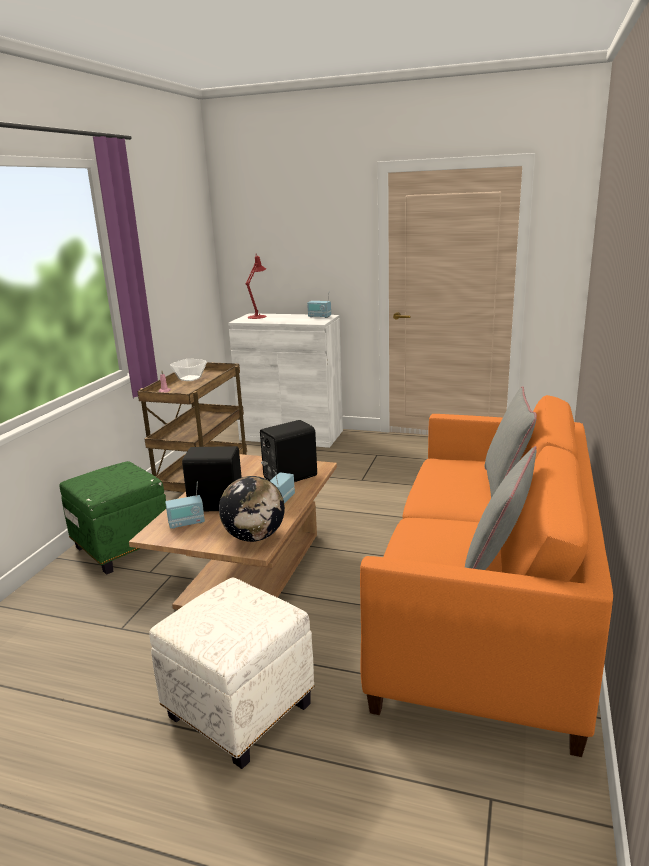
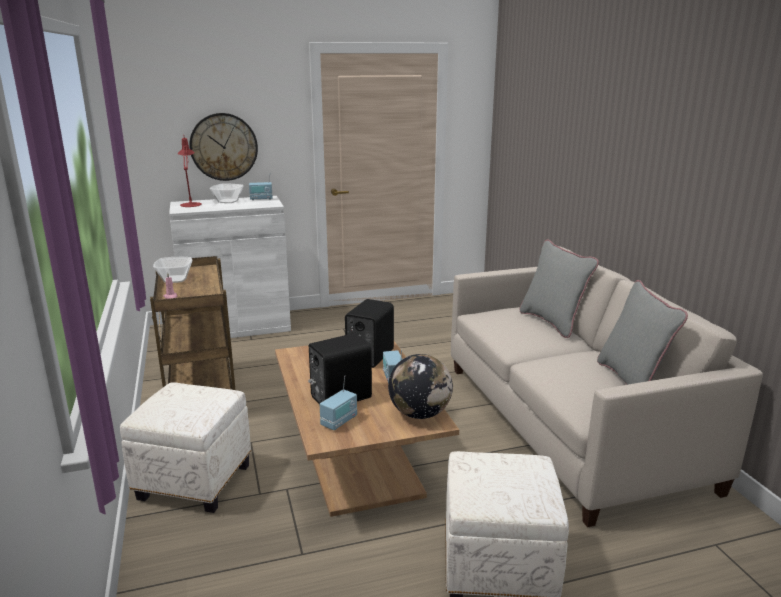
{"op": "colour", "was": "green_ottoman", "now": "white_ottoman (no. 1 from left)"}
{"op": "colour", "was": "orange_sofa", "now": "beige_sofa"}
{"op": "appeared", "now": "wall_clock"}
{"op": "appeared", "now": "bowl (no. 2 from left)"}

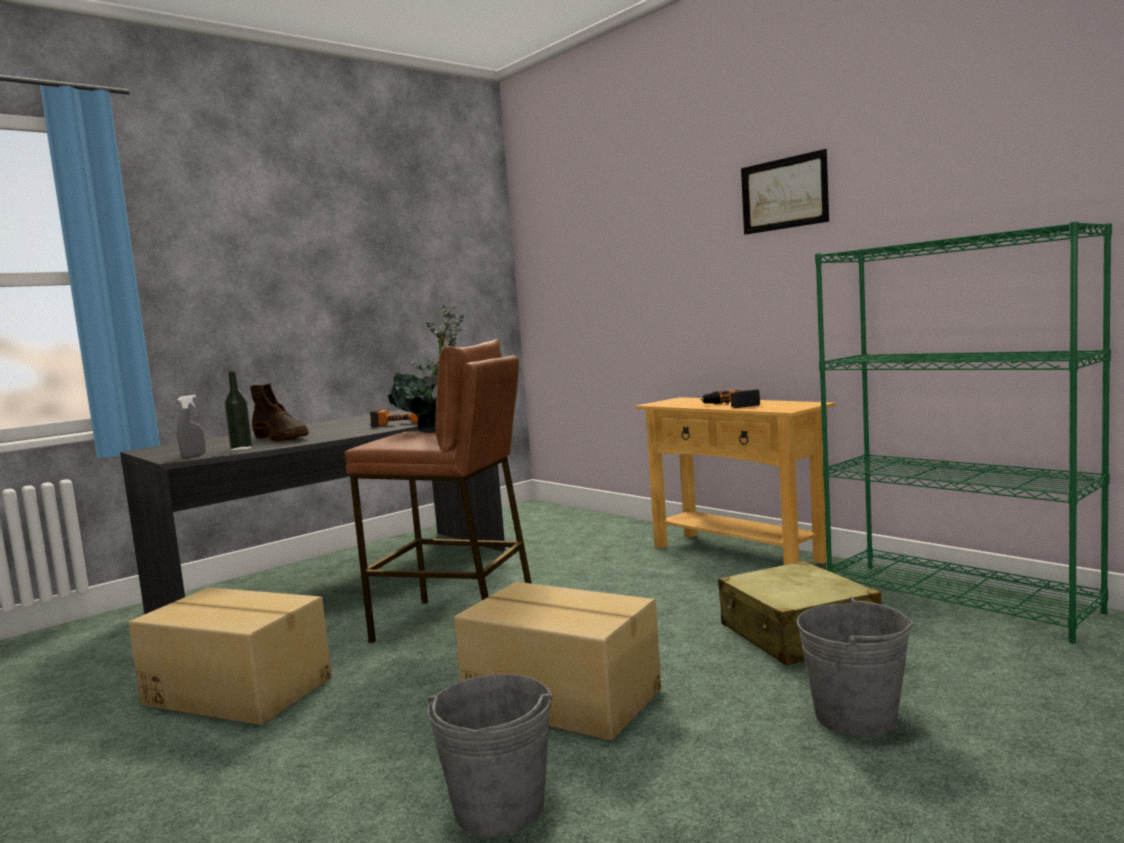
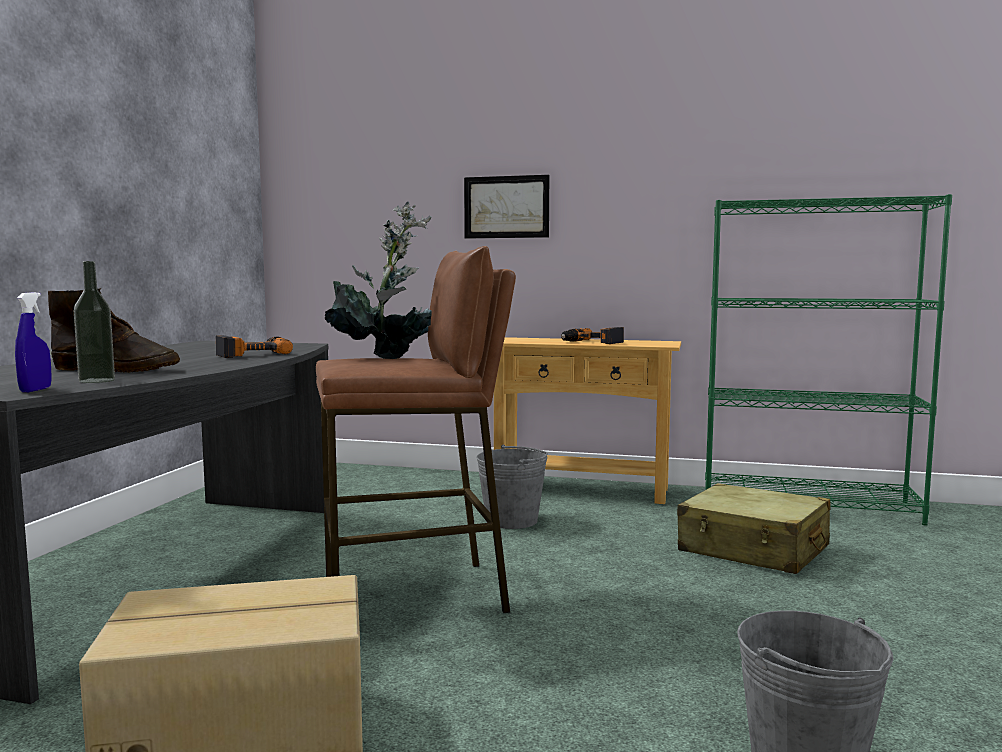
{"op": "colour", "was": "grey_spray_bottle", "now": "blue_spray_bottle"}
{"op": "missing", "was": "cardboard_box (no. 2 from left)"}
{"op": "relocated", "was": "picture"}
{"op": "relocated", "was": "grey_bucket (no. 2 from left in the first image)", "now": "grey_bucket (no. 1 from left)"}

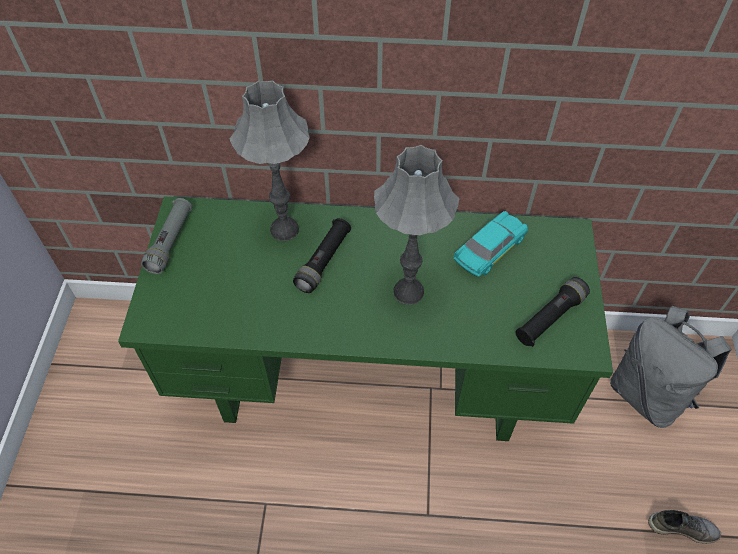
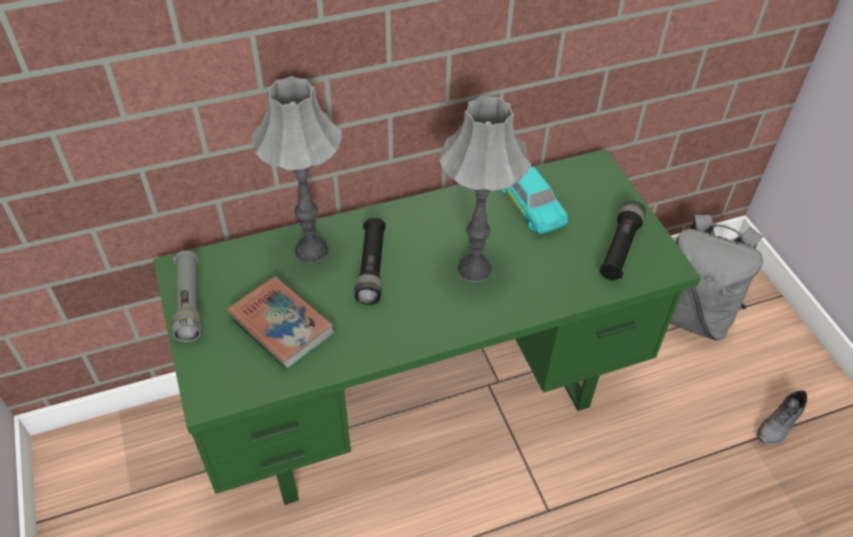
{"op": "spun", "was": "turquoise_toy_car", "clockwise": 135}
{"op": "spun", "was": "grey_shoe", "clockwise": 150}
{"op": "appeared", "now": "book"}

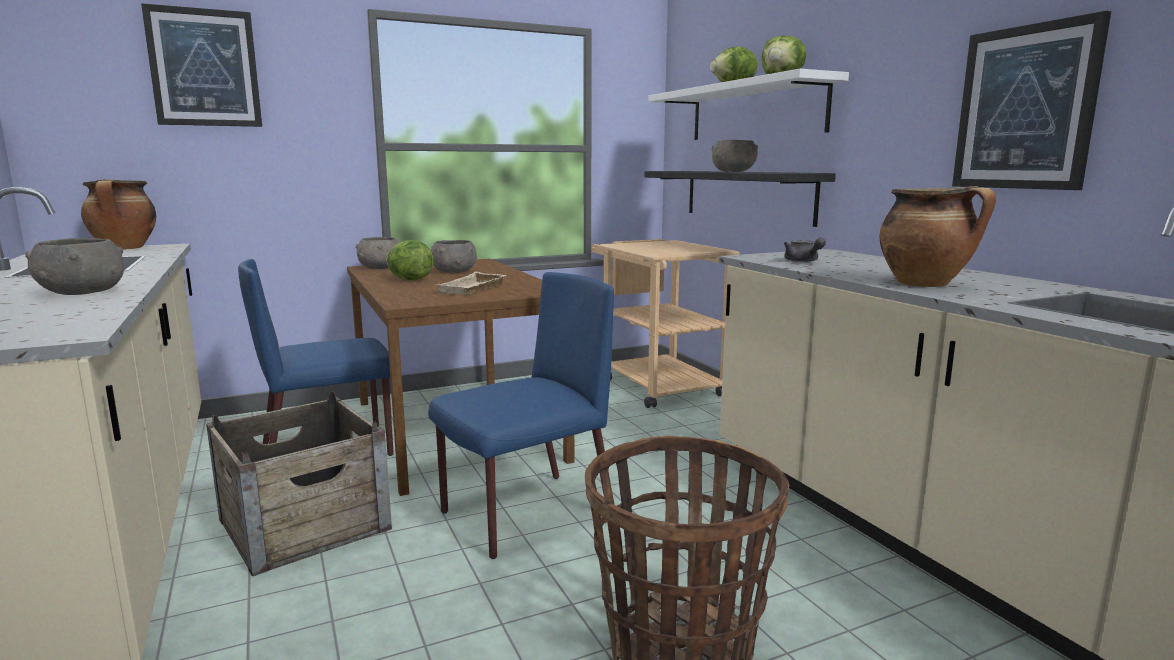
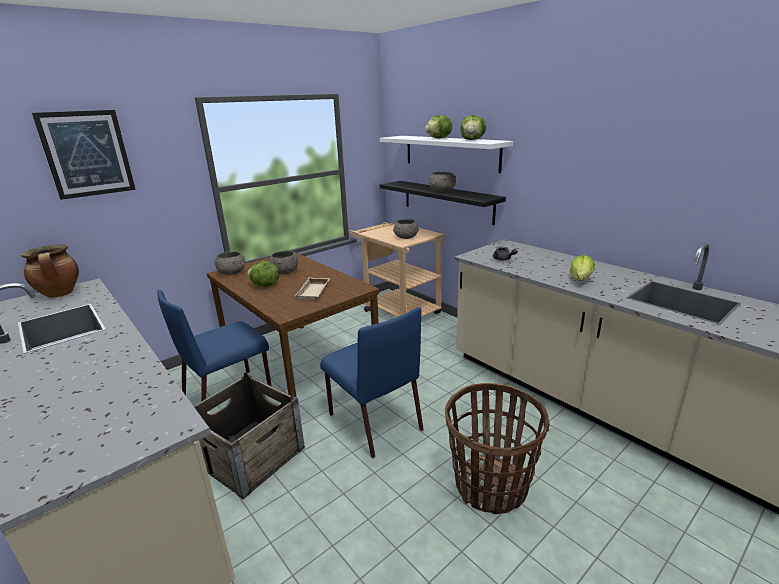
{"op": "relocated", "was": "grey_bowl (no. 1 from left in the first image)", "now": "grey_bowl (no. 3 from left)"}
{"op": "spun", "was": "blue_chair (no. 2 from left)", "clockwise": 105}
{"op": "exchanged", "was": "cooking_pot (no. 2 from left)", "now": "lettuce (no. 4 from left)"}
{"op": "missing", "was": "picture (no. 2 from left)"}

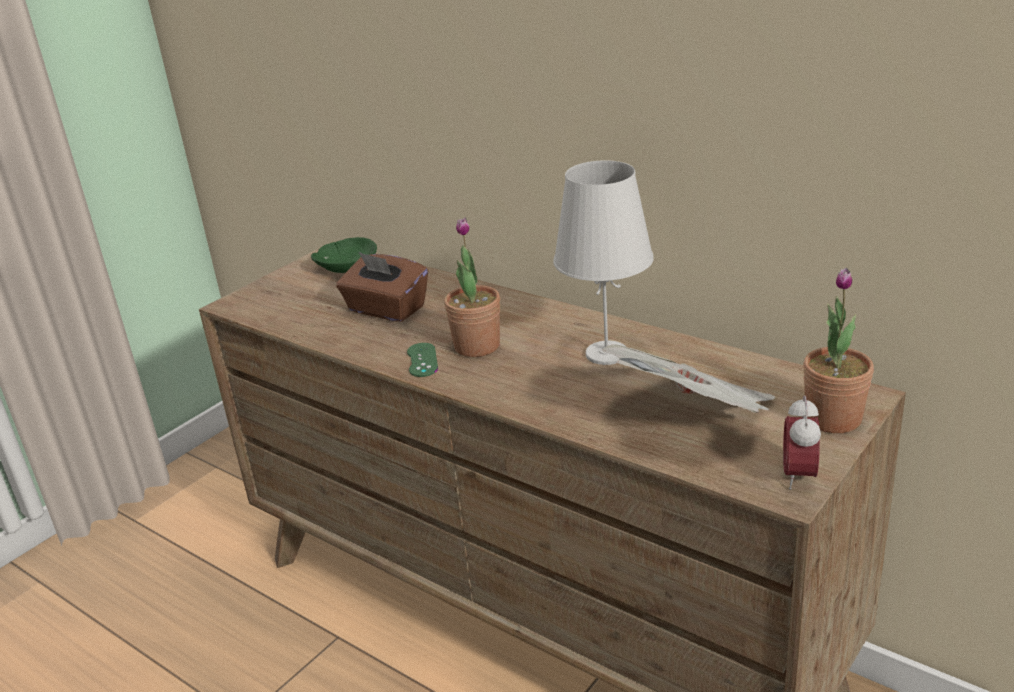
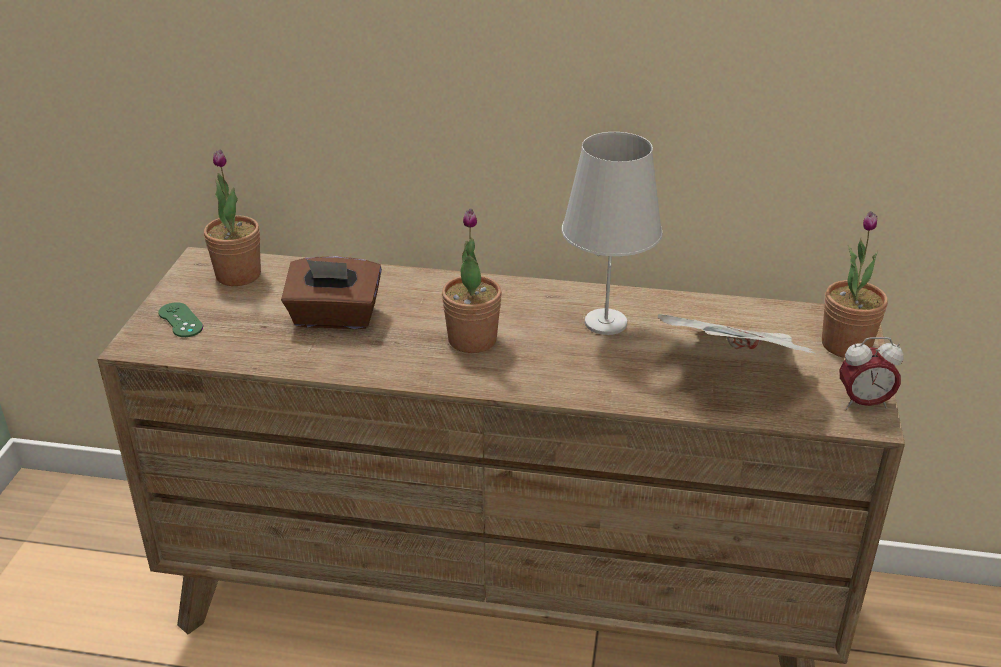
{"op": "exchanged", "was": "green_bowl", "now": "potted_plant (no. 1 from left)"}
{"op": "relocated", "was": "green_game_controller"}
{"op": "spun", "was": "alarm_clock", "clockwise": -75}

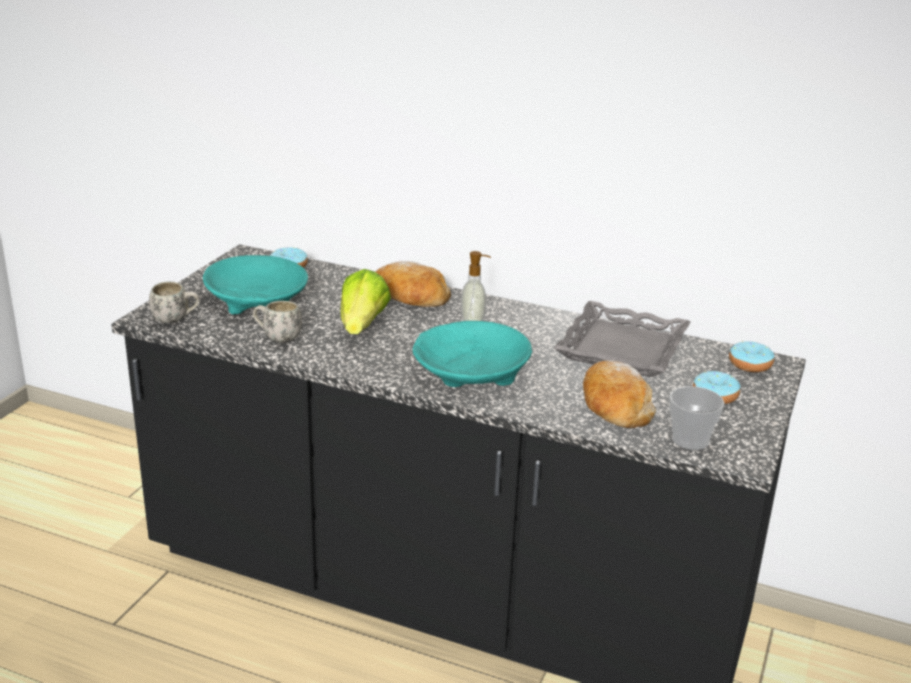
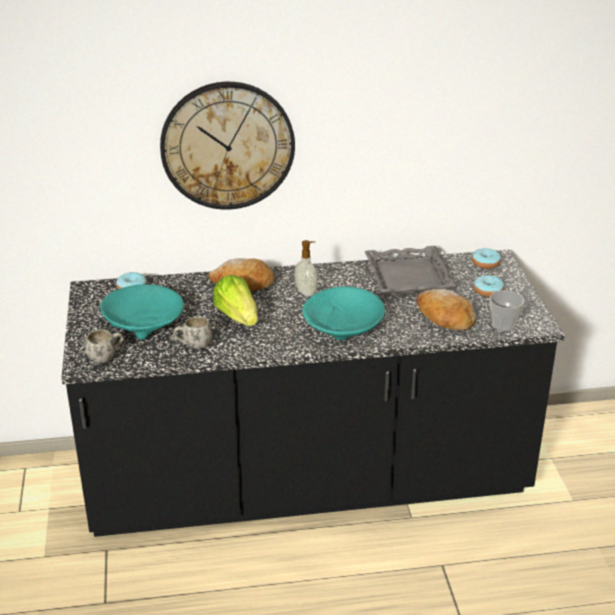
{"op": "appeared", "now": "wall_clock"}

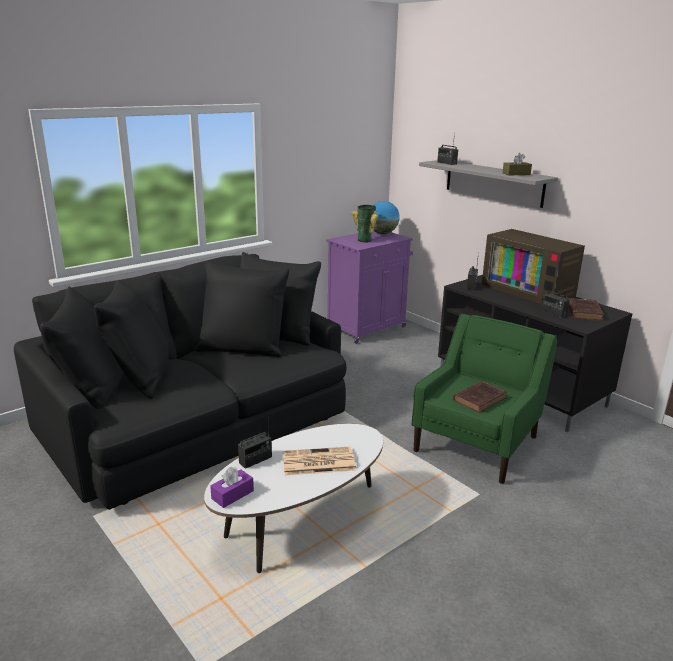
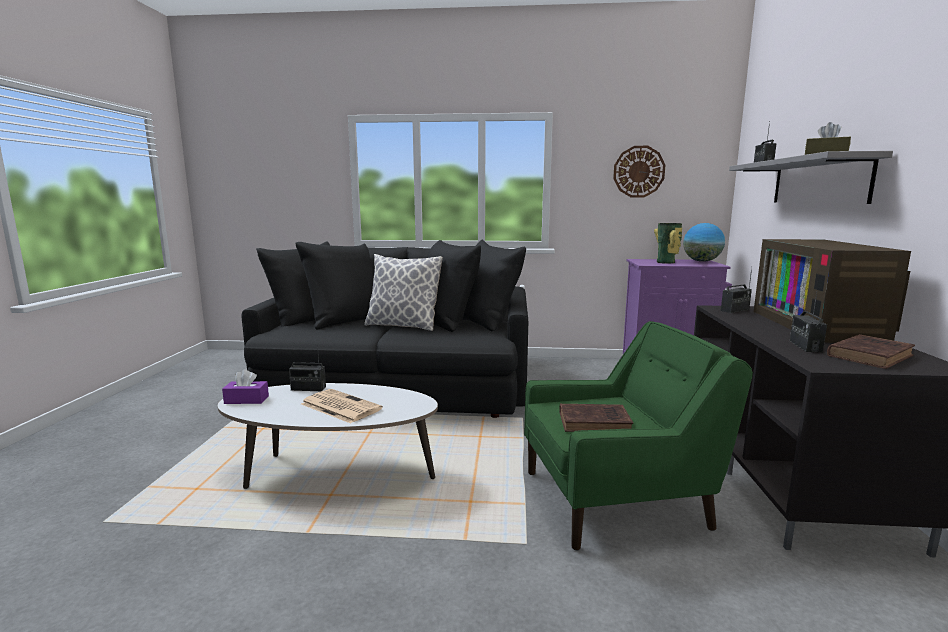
{"op": "appeared", "now": "pillow"}
{"op": "appeared", "now": "wall_clock"}

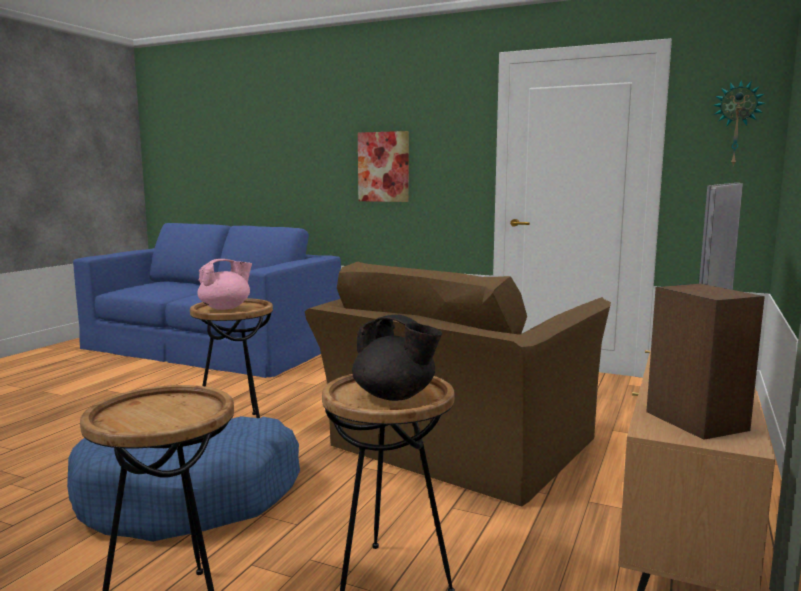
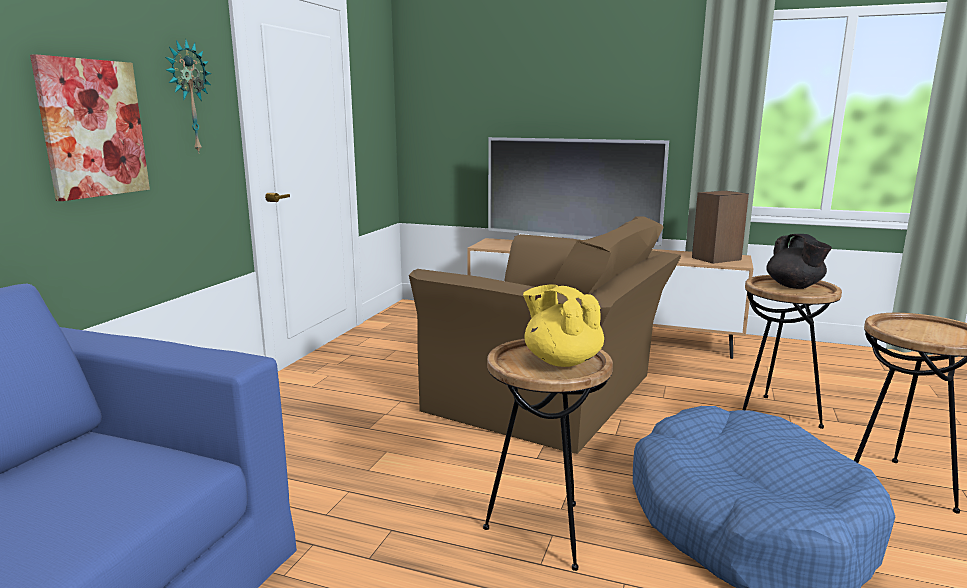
{"op": "colour", "was": "pink_teapot", "now": "yellow_teapot"}
{"op": "spun", "was": "black_teapot", "clockwise": 135}
{"op": "relocated", "was": "wall_clock"}

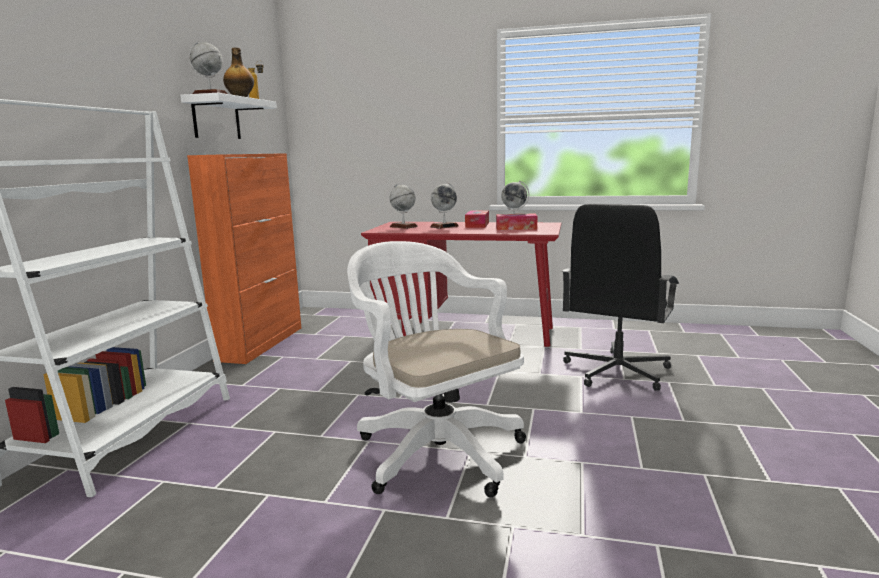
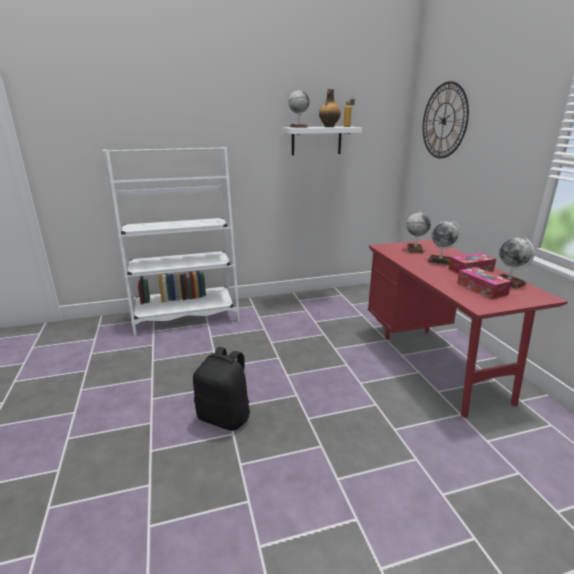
{"op": "missing", "was": "orange_cabinet"}
{"op": "exchanged", "was": "white_office_chair", "now": "black_backpack"}
{"op": "missing", "was": "black_office_chair"}
{"op": "appeared", "now": "wall_clock"}

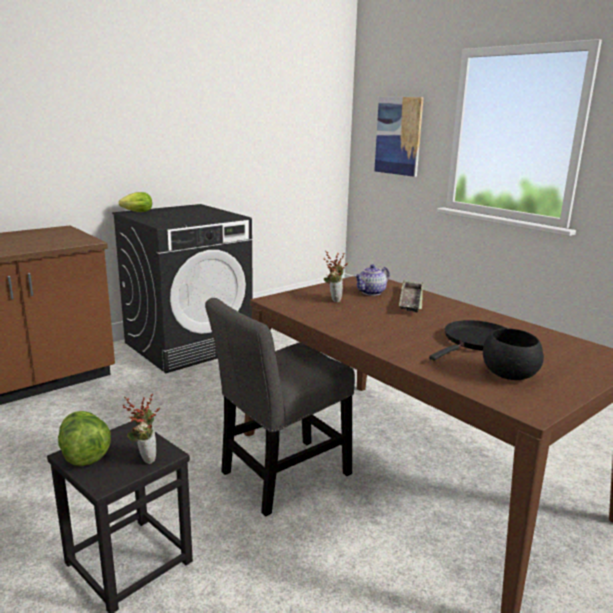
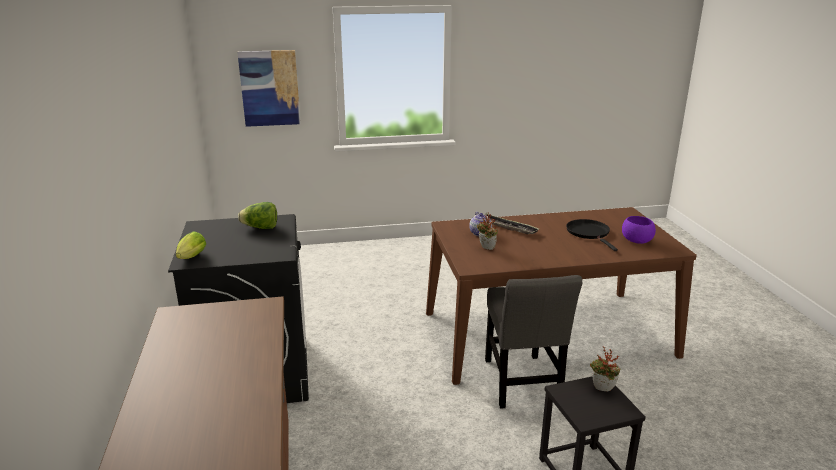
{"op": "relocated", "was": "lettuce (no. 1 from left in the first image)", "now": "lettuce (no. 2 from left)"}
{"op": "colour", "was": "black_bowl", "now": "purple_bowl"}

